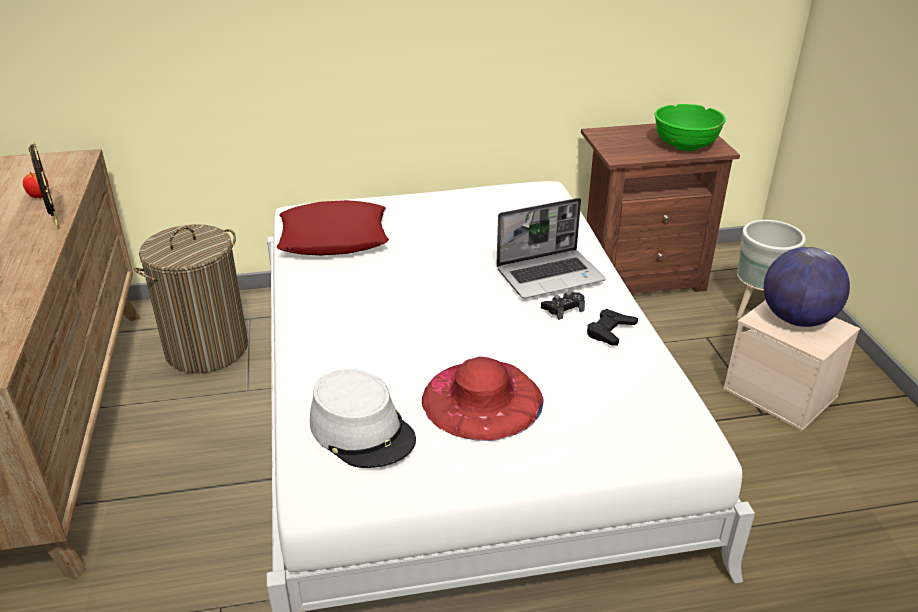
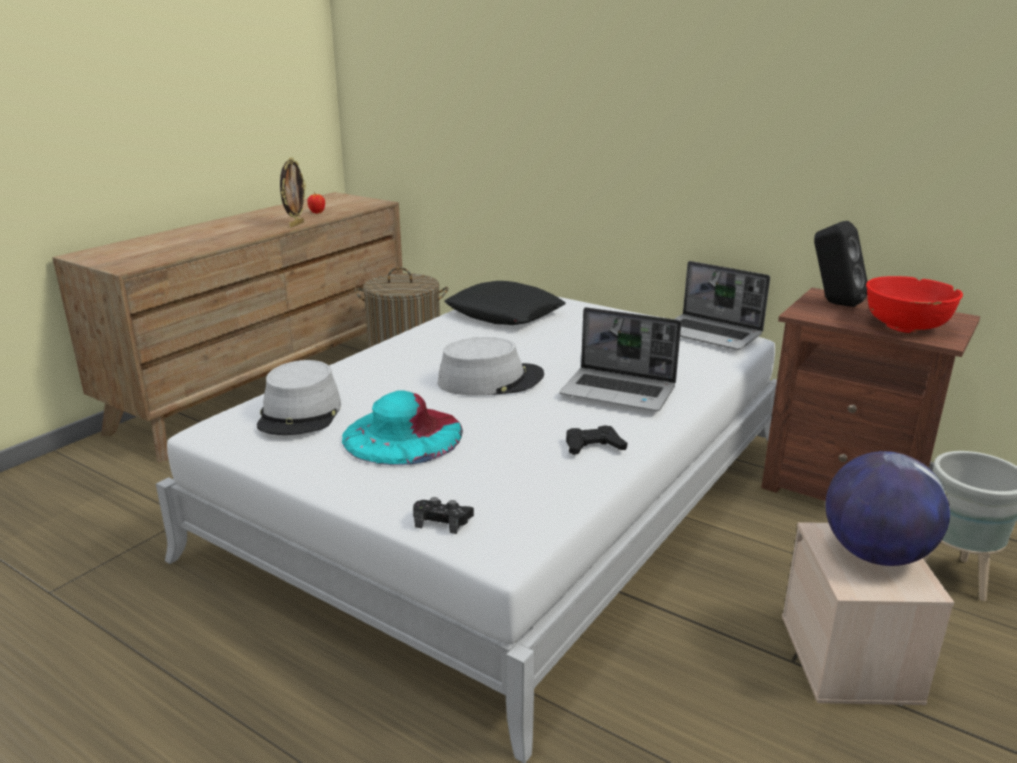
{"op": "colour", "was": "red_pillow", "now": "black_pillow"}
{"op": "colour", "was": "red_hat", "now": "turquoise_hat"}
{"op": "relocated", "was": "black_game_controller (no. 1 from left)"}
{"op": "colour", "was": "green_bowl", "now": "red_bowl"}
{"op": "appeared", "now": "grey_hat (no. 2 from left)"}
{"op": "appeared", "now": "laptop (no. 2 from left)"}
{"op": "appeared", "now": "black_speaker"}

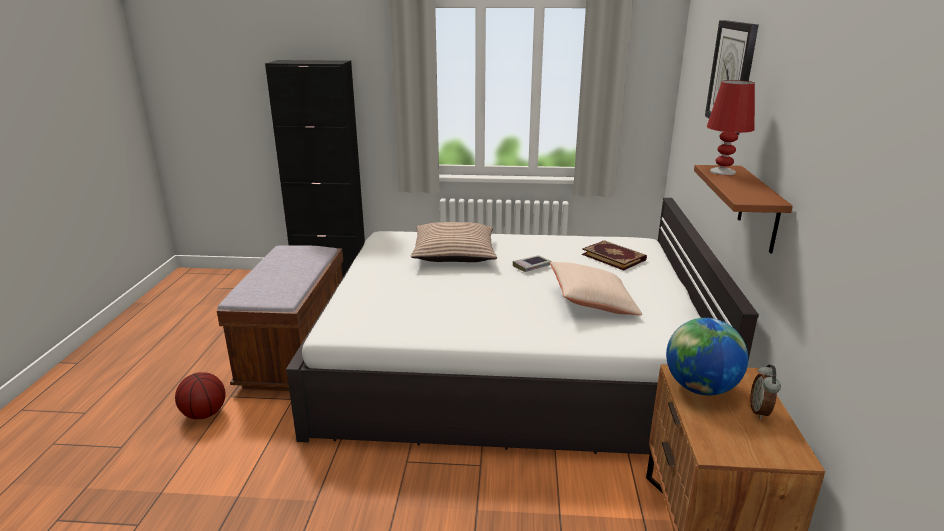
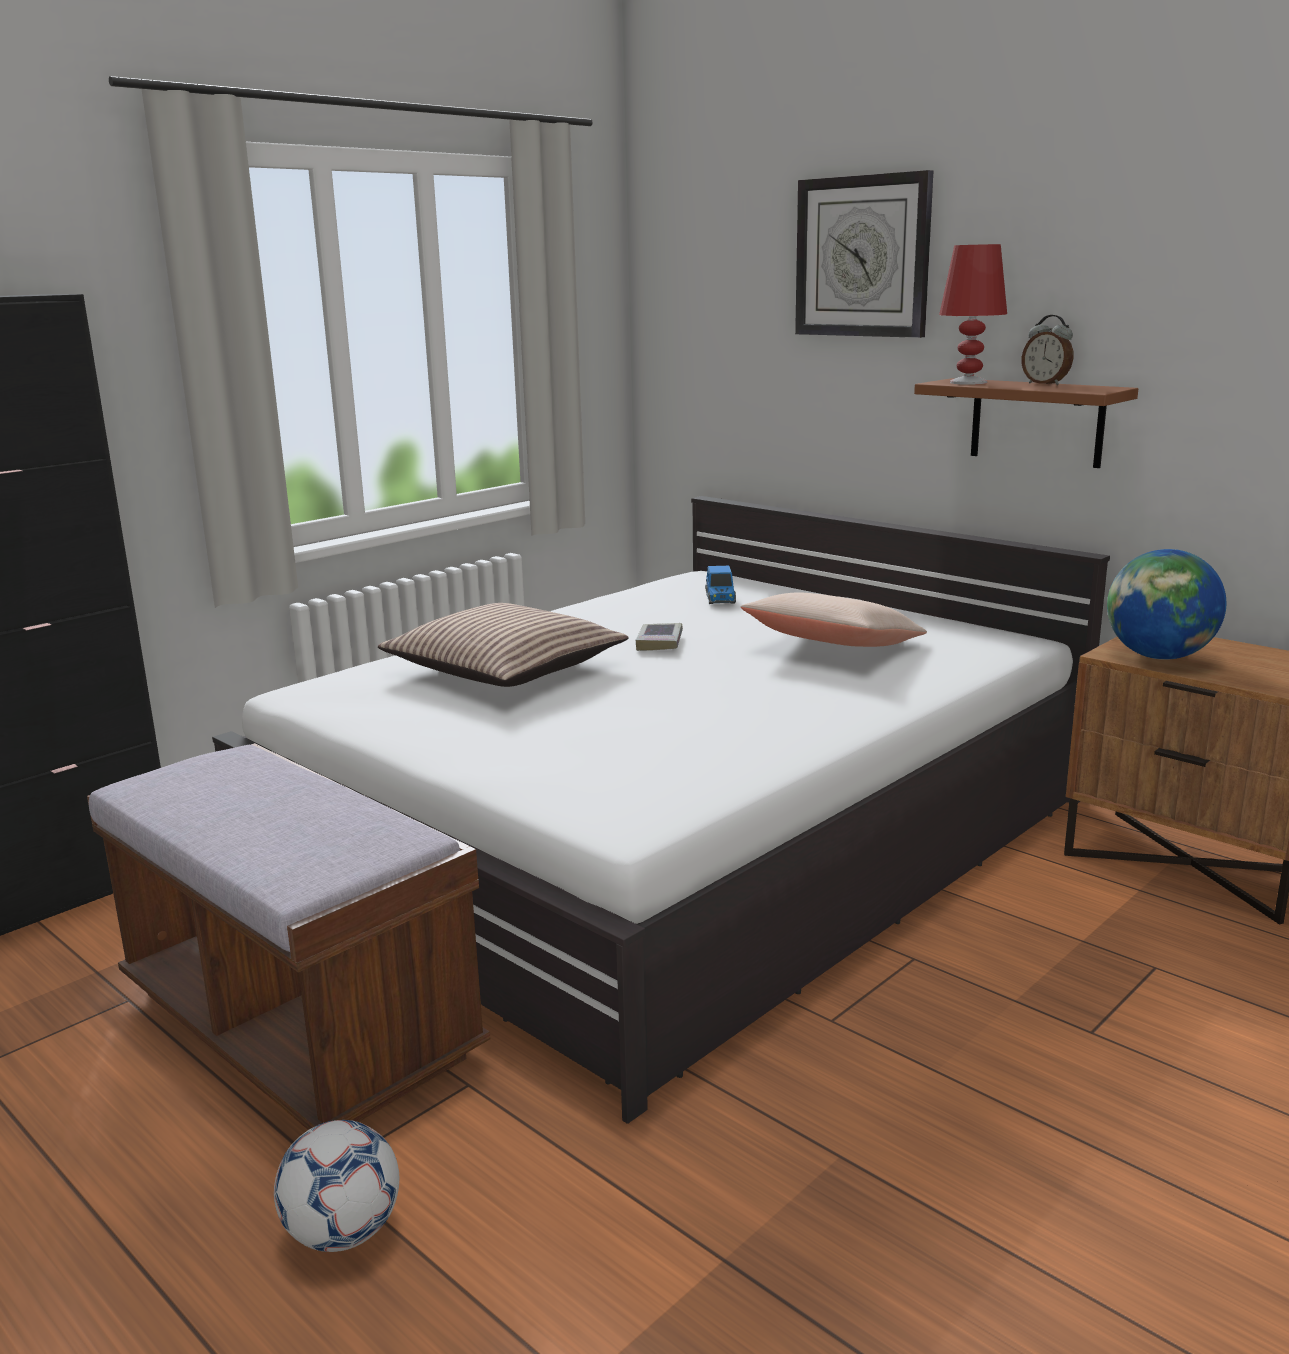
{"op": "exchanged", "was": "basketball", "now": "football"}
{"op": "exchanged", "was": "book (no. 2 from left)", "now": "toy_car"}
{"op": "relocated", "was": "alarm_clock"}

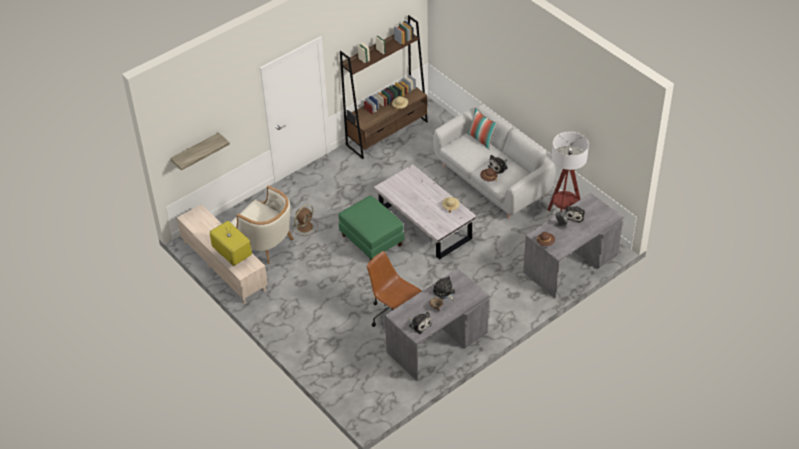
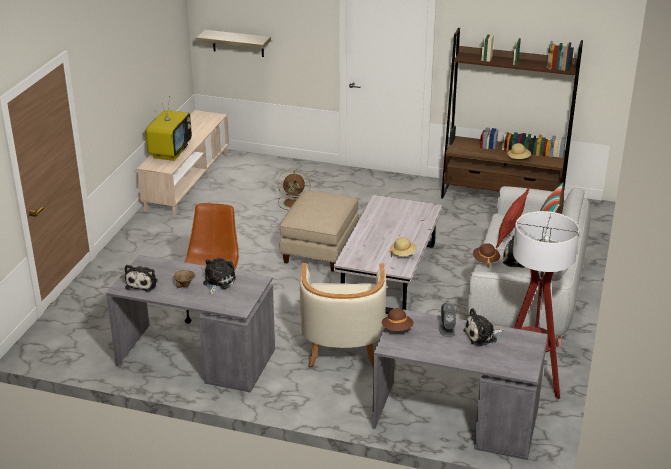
{"op": "relocated", "was": "beige_armchair"}
{"op": "colour", "was": "green_ottoman", "now": "beige_ottoman"}
{"op": "appeared", "now": "pillow (no. 1 from left)"}

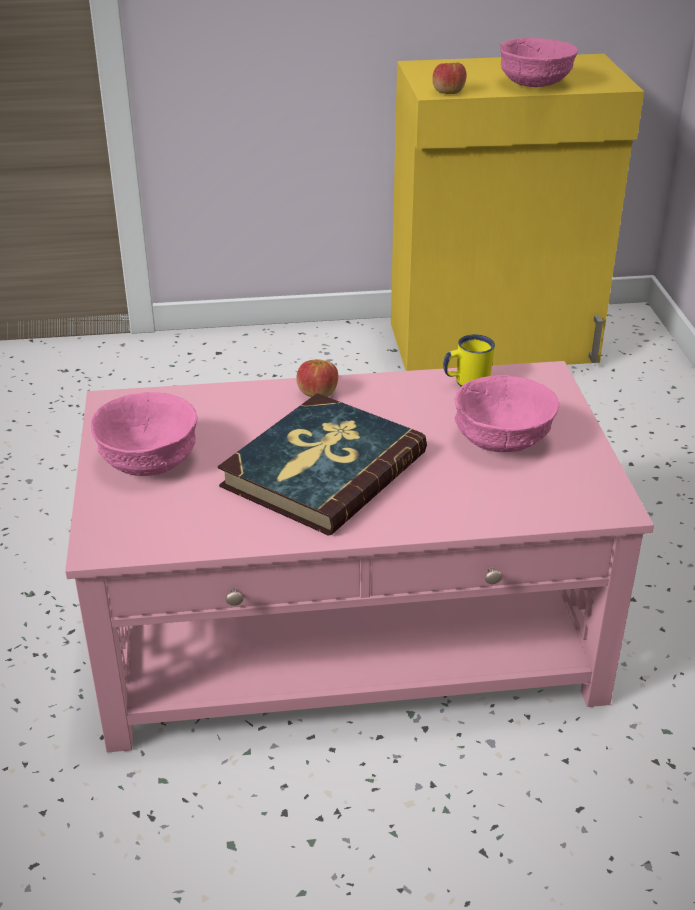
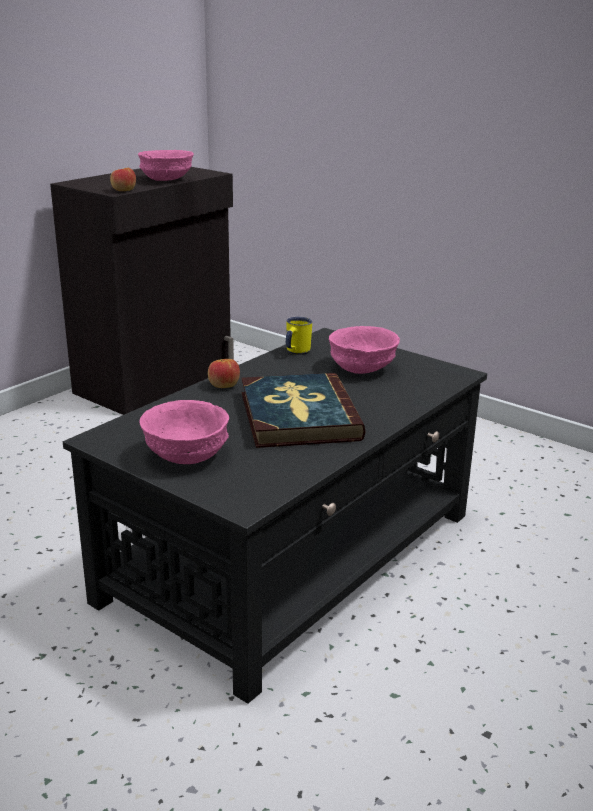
{"op": "colour", "was": "pink_coffee_table", "now": "black_coffee_table"}
{"op": "colour", "was": "yellow_cabinet", "now": "black_cabinet"}

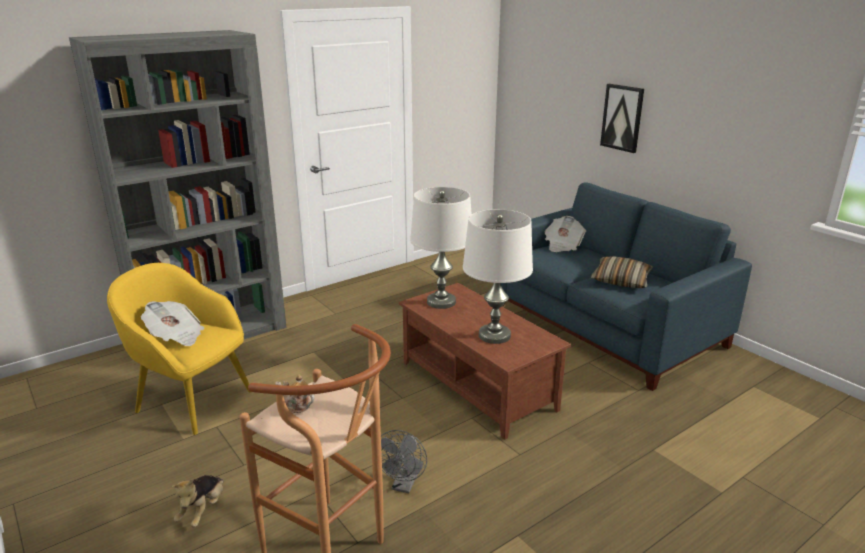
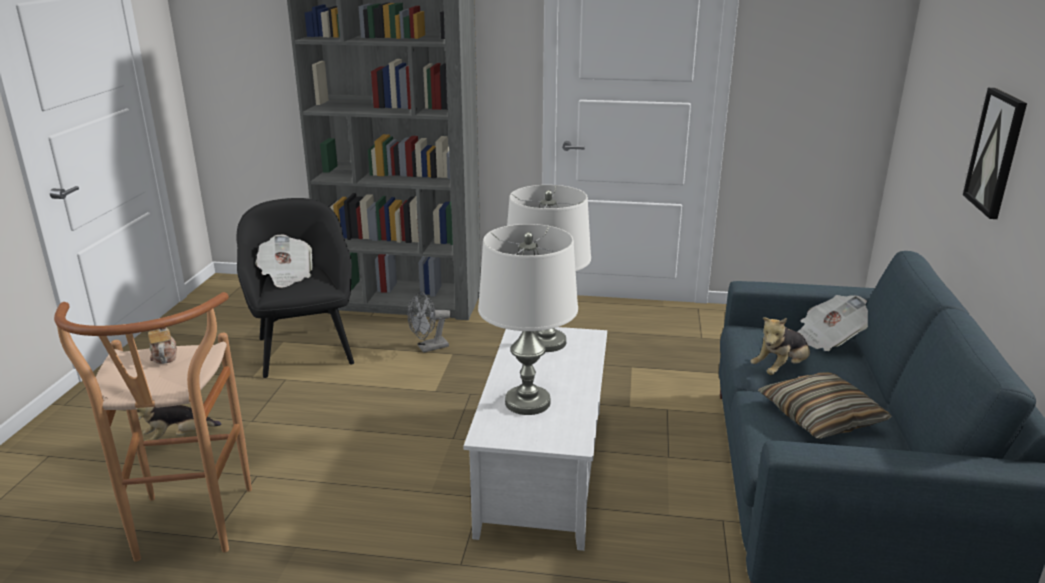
{"op": "colour", "was": "yellow_armchair", "now": "black_armchair"}
{"op": "relocated", "was": "grey_fan"}
{"op": "colour", "was": "brown_coffee_table", "now": "white_coffee_table"}
{"op": "appeared", "now": "plush_toy (no. 2 from left)"}

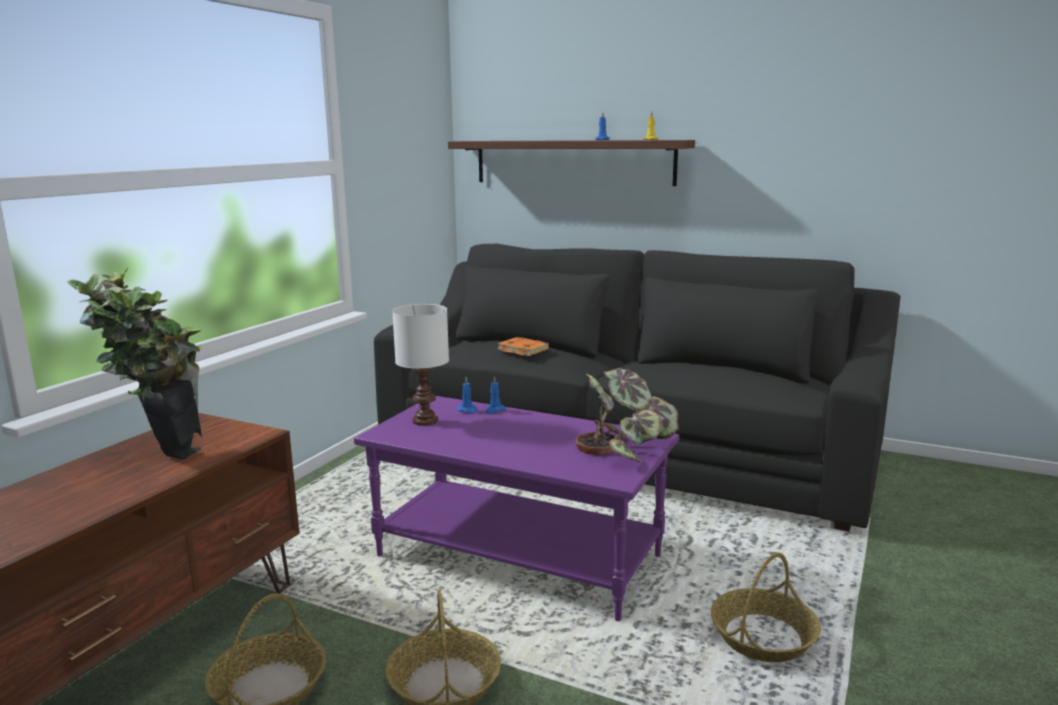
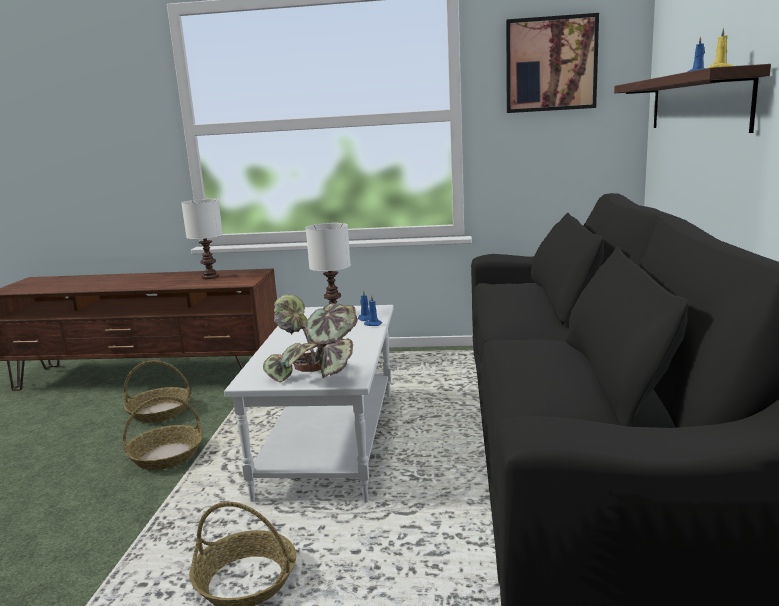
{"op": "exchanged", "was": "potted_plant (no. 1 from left)", "now": "white_table_lamp (no. 1 from left)"}
{"op": "colour", "was": "purple_coffee_table", "now": "white_coffee_table"}
{"op": "missing", "was": "orange_book"}
{"op": "appeared", "now": "picture"}

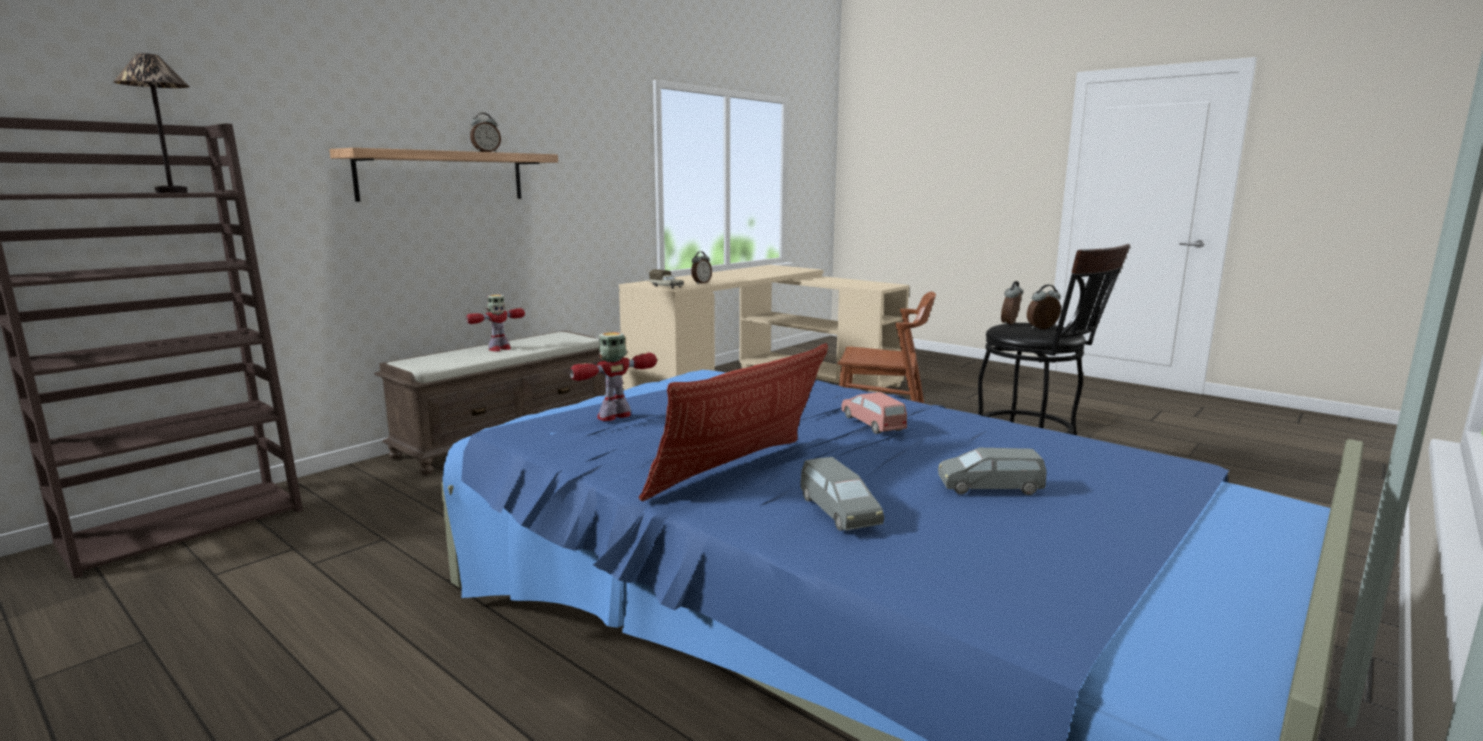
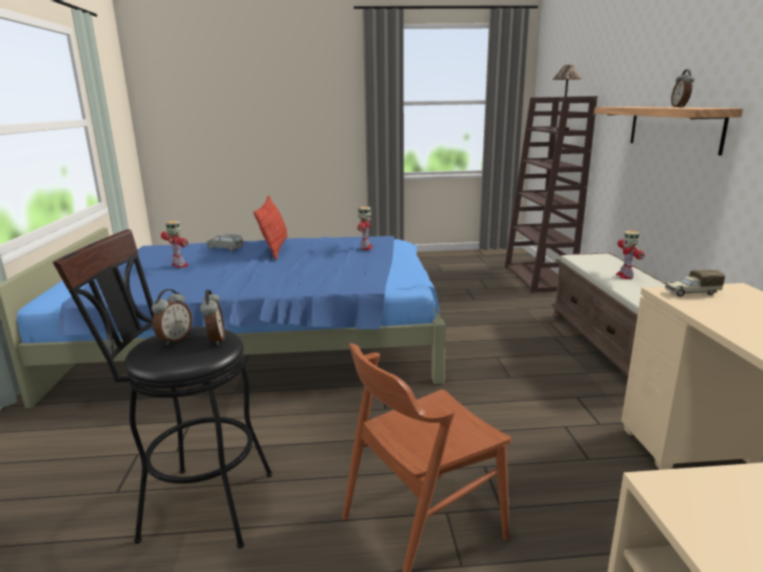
{"op": "missing", "was": "alarm_clock (no. 2 from left)"}
{"op": "missing", "was": "pink_toy_car"}
{"op": "exchanged", "was": "grey_toy_car (no. 2 from left)", "now": "toy_robot (no. 1 from left)"}

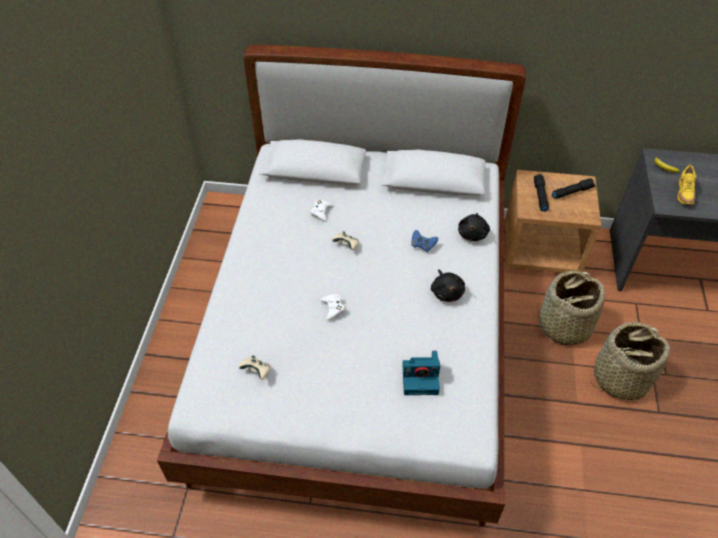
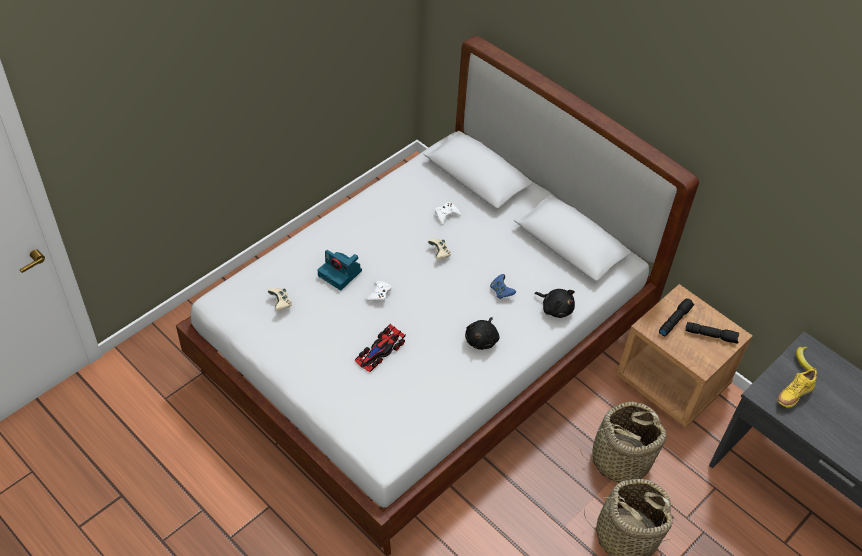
{"op": "relocated", "was": "photo_camera"}
{"op": "spun", "was": "black_plush_toy (no. 2 from left)", "clockwise": -105}
{"op": "appeared", "now": "toy_car"}

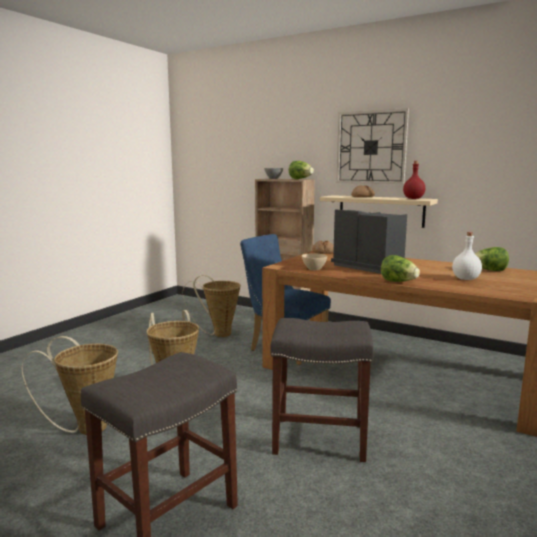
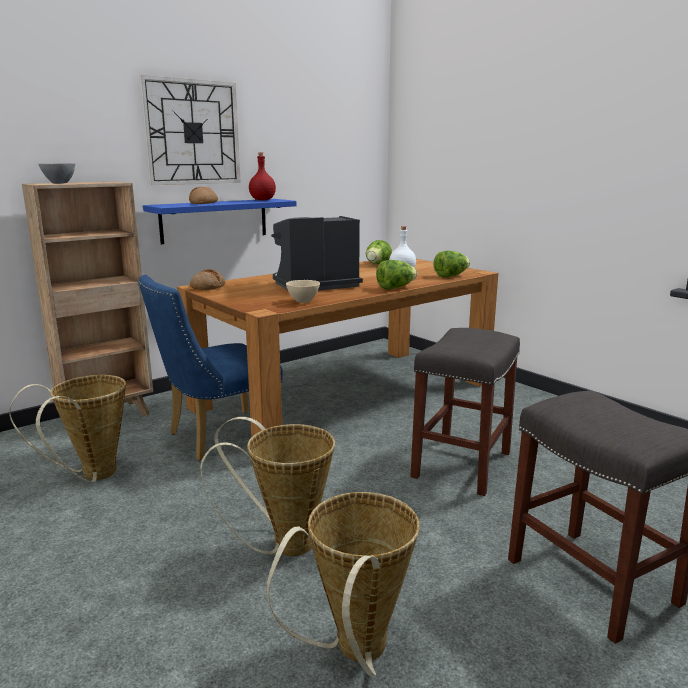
{"op": "relocated", "was": "lettuce (no. 1 from left in the first image)", "now": "lettuce (no. 3 from left)"}
{"op": "colour", "was": "beige_shelf", "now": "blue_shelf"}

